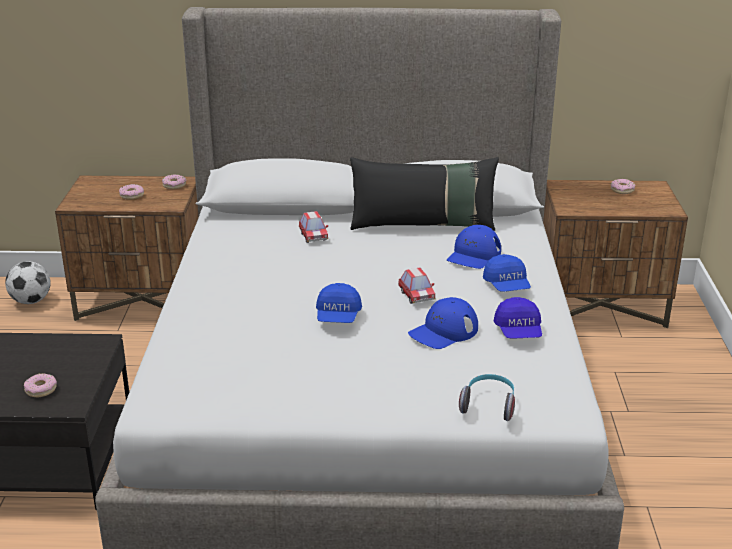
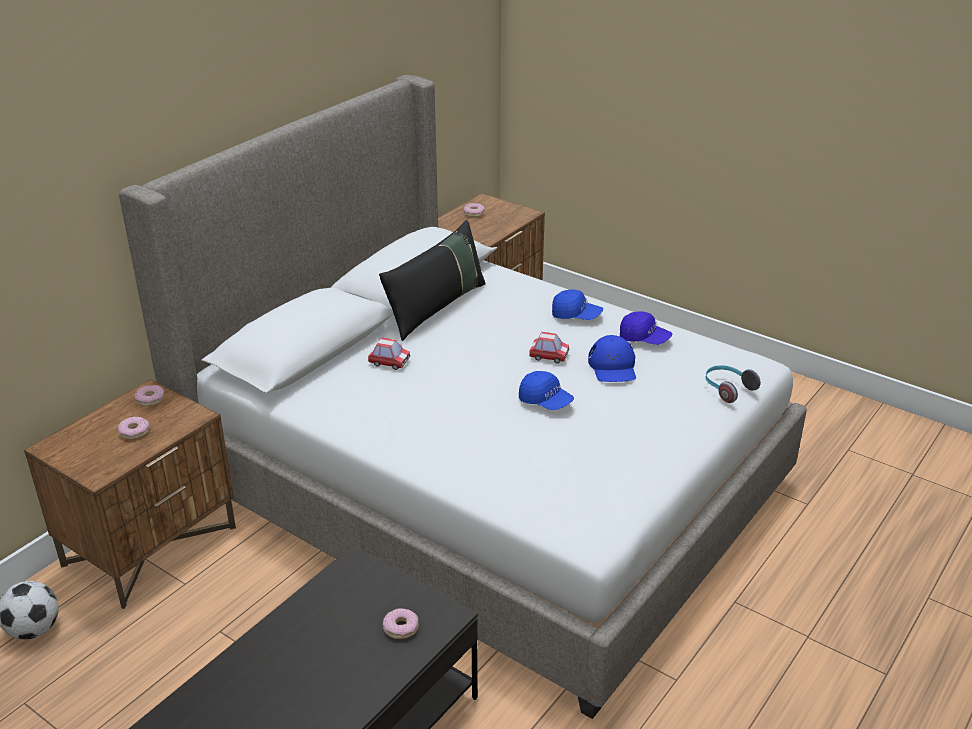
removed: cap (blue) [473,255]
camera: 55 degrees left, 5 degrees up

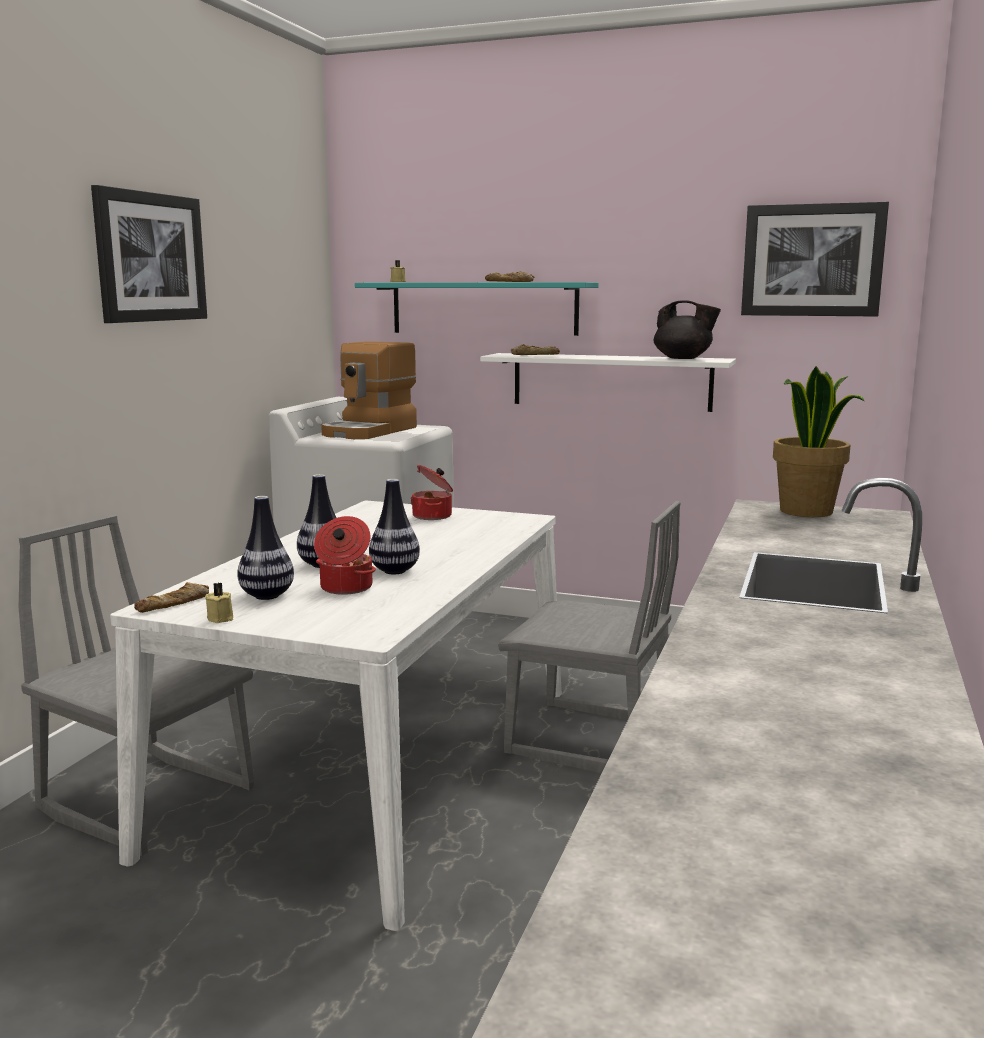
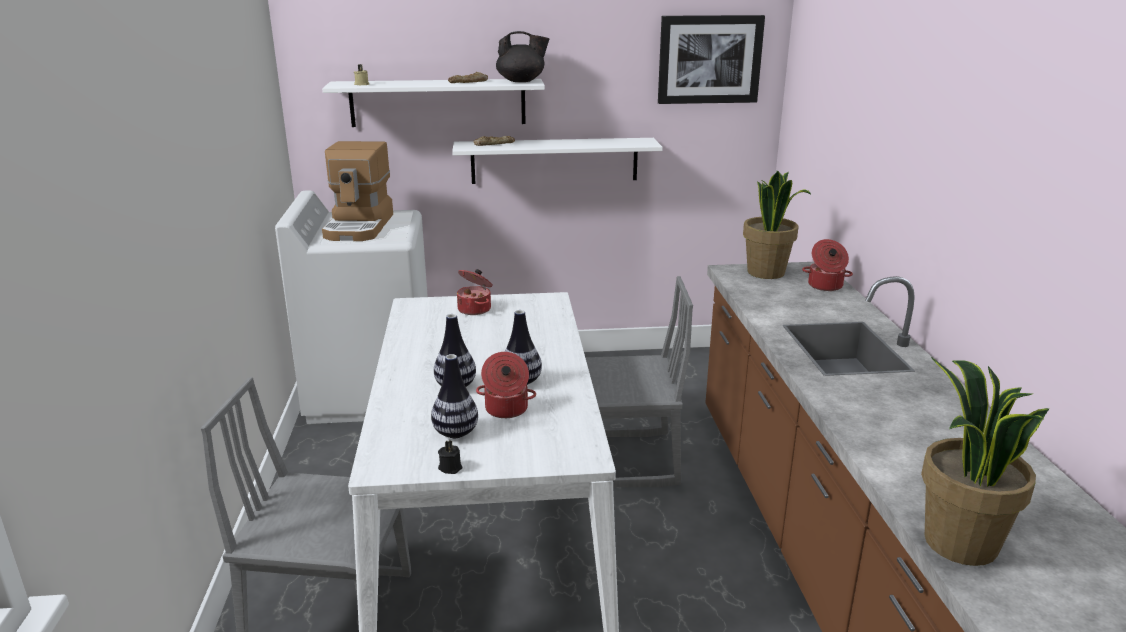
removed: picture [150,257]; bread [174,604]
added: cooking pot [825,286]; potted plant [958,543]
moved: teapot (black) [683,358] to [521,81]
recoloured: shelf (turquoise) [483,308] to shelf (white) [438,102]; candle (beige) [221,618] to candle (black) [450,467]
camera: 25 degrees left, 10 degrees up

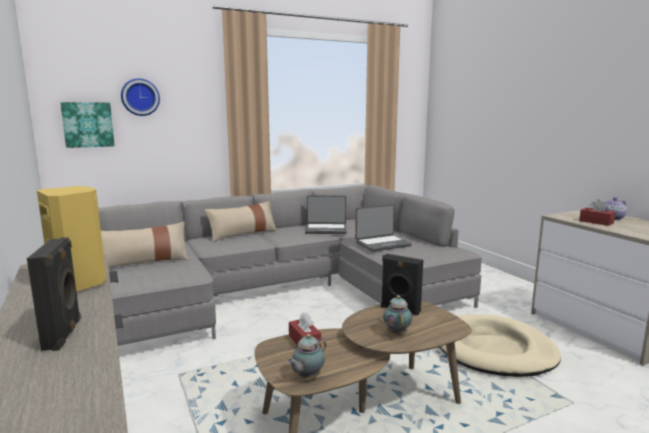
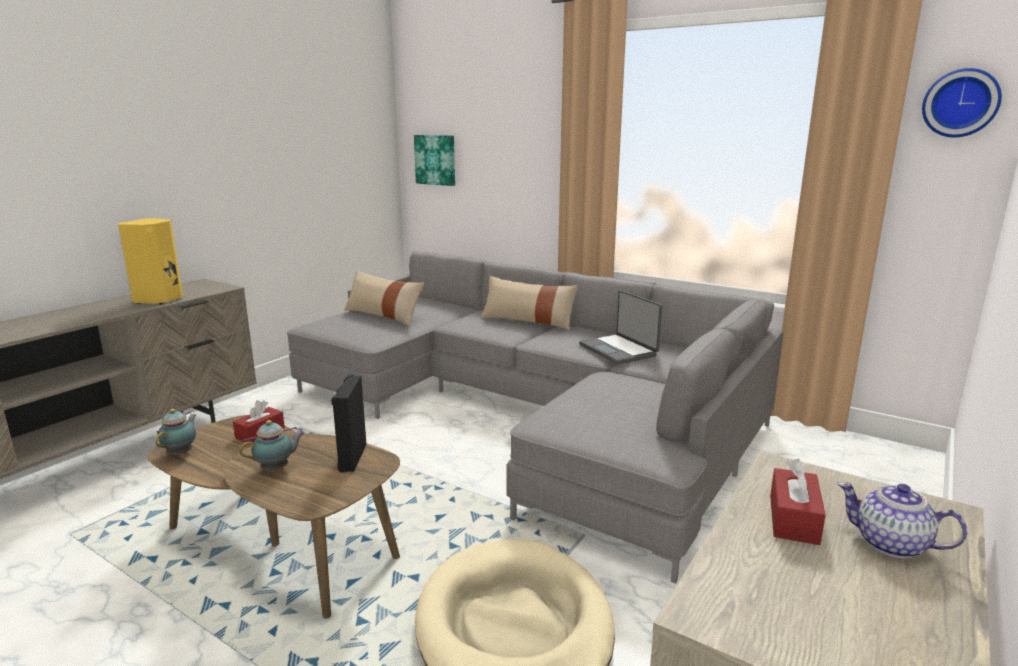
removed: laptop [382,244]; speaker (black) [64,334]
moved: wall clock [140,97] to [960,103]
turned: teapot [307,377] = [181,453] 90 degrees clockwise
camera: 60 degrees right, 5 degrees up

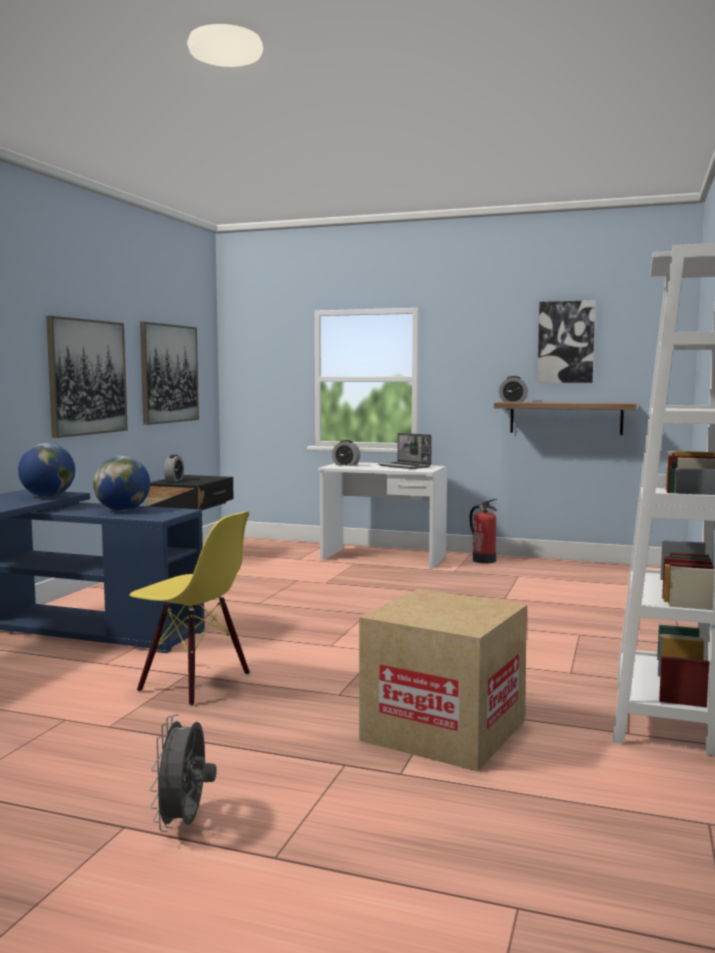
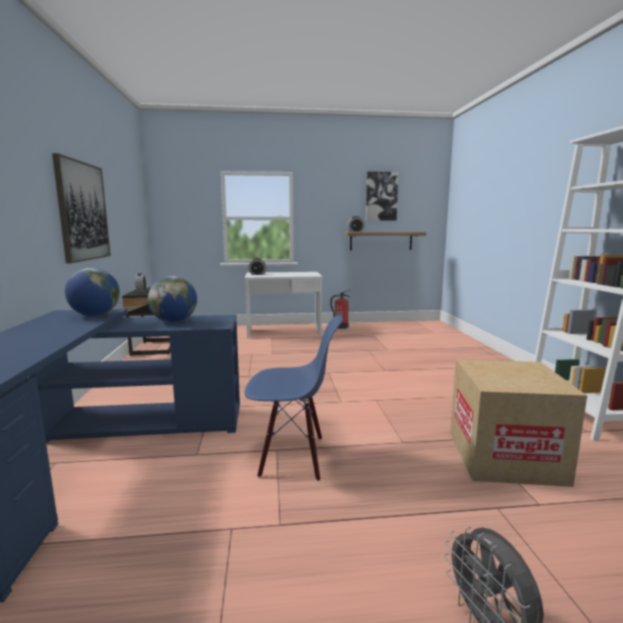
removed: picture [169,373]; laptop [405,466]
recoloured: chair (yellow) [194,683] to chair (blue) [292,457]
camera: 25 degrees left, 5 degrees up

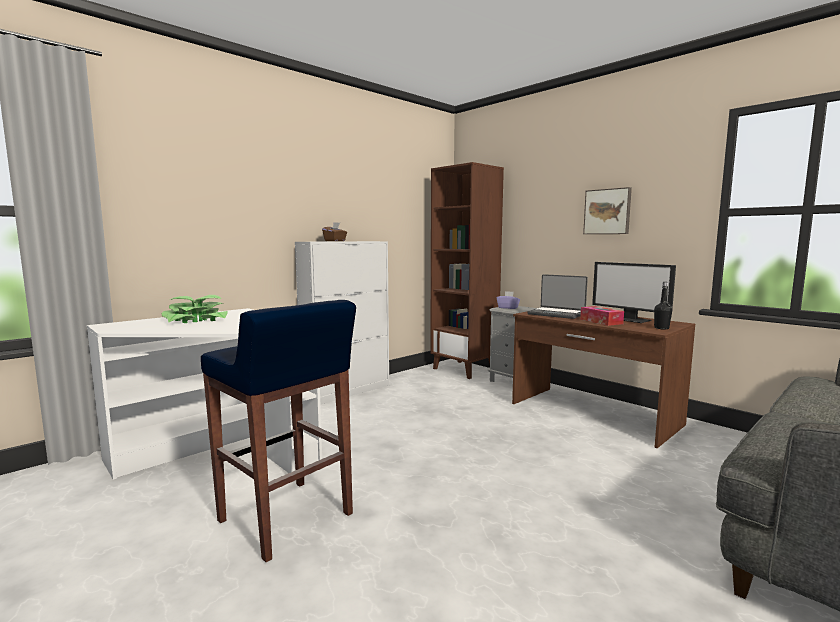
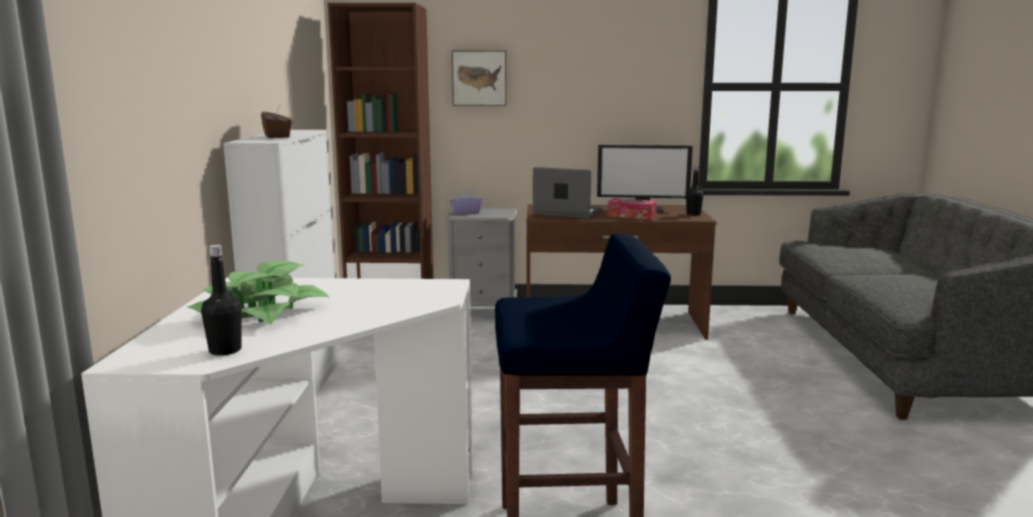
added: bottle (black) [225,350]
moved: picture [607,211] to [479,78]
turned: laptop [556,314] = [567,213] 150 degrees counterclockwise
camera: 45 degrees left, 5 degrees up

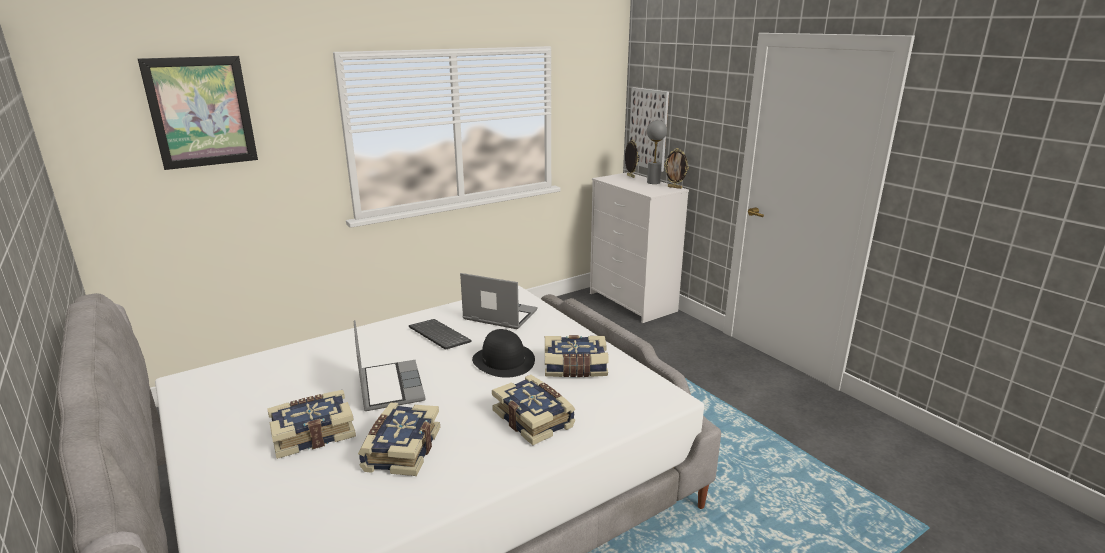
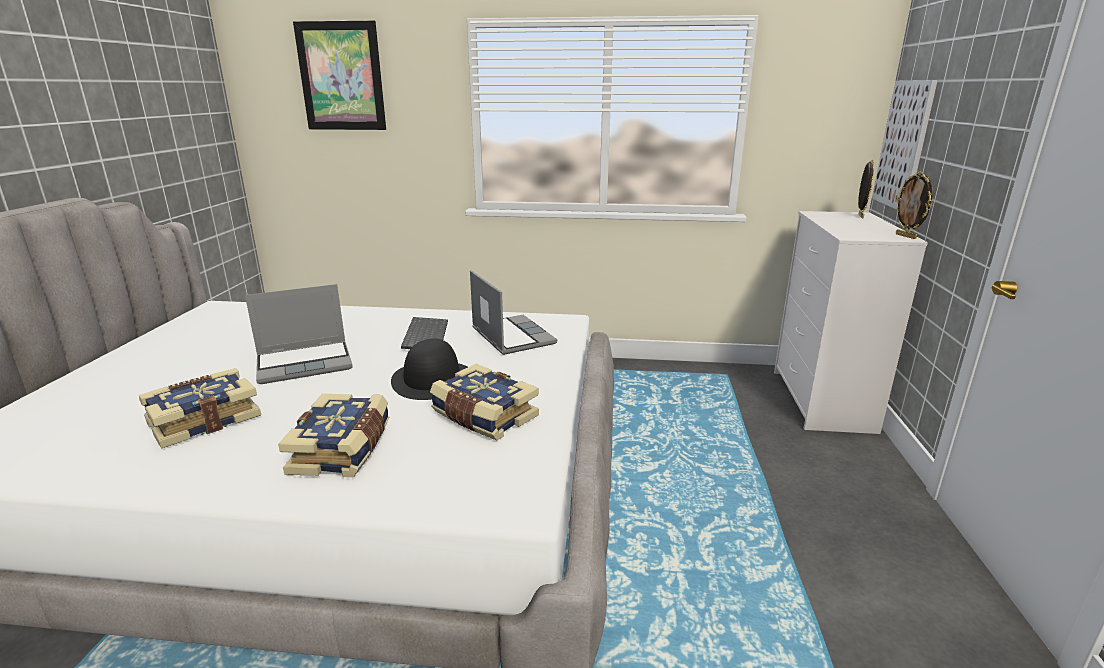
removed: table lamp (grey) [653,182]; book [313,433]
turned: laptop [389,386] = [306,363] 45 degrees clockwise
camera: 40 degrees right, 0 degrees up

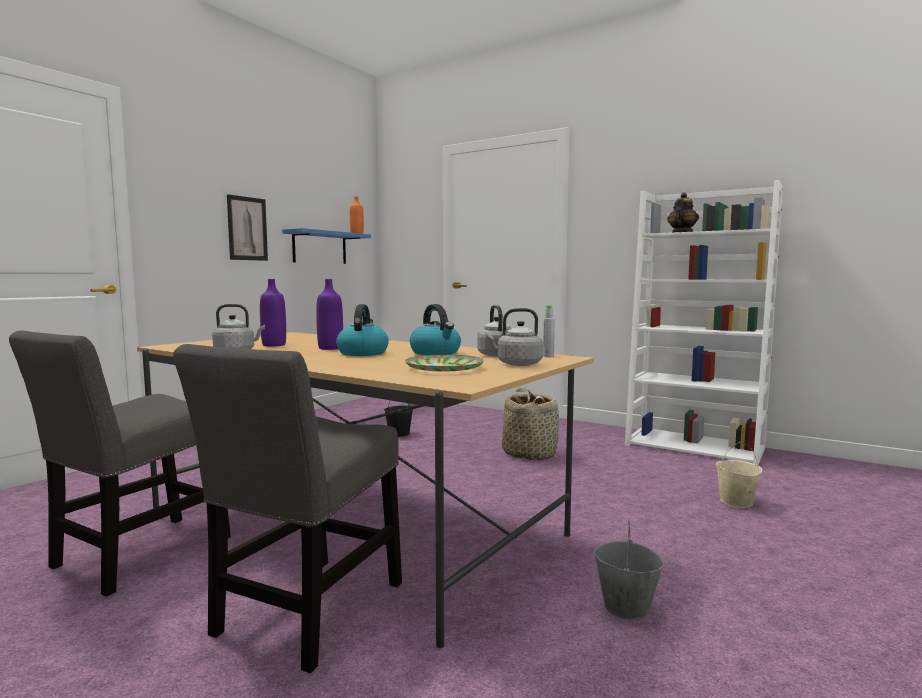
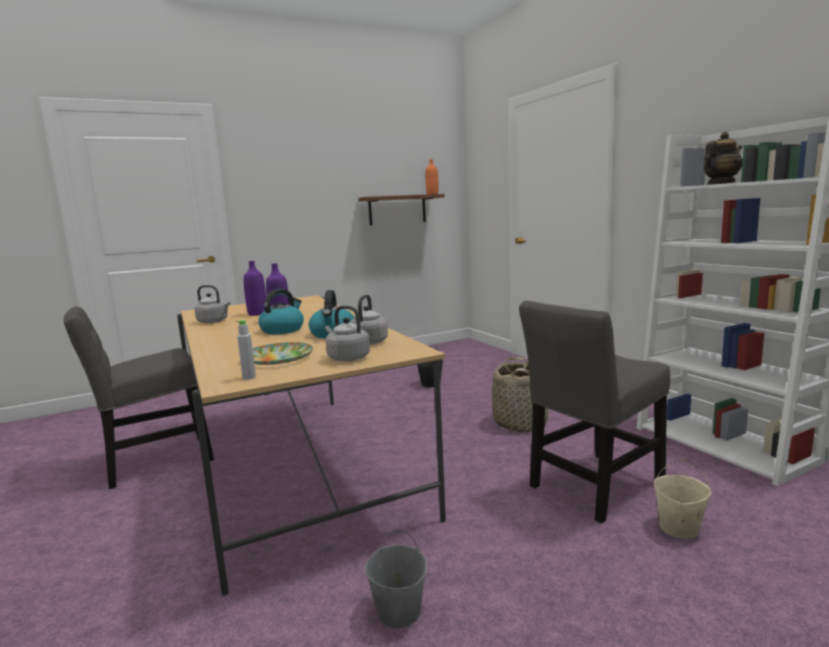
removed: picture [247,228]
moved: bottle (grey) [548,356] to [249,377]; chair (grey) [306,614] to [593,487]
recoloured: shelf (blue) [319,247] to shelf (brown) [397,210]
camera: 30 degrees right, 5 degrees up

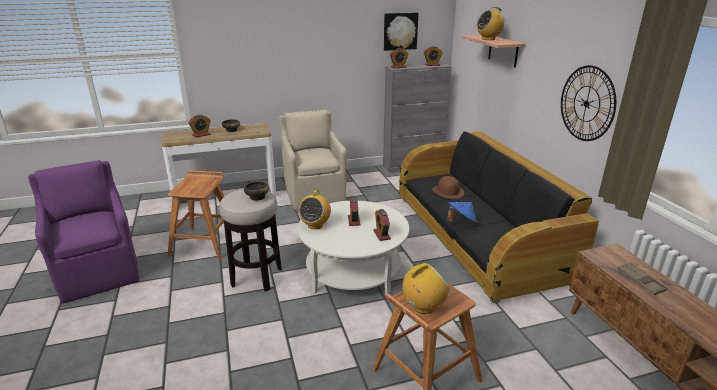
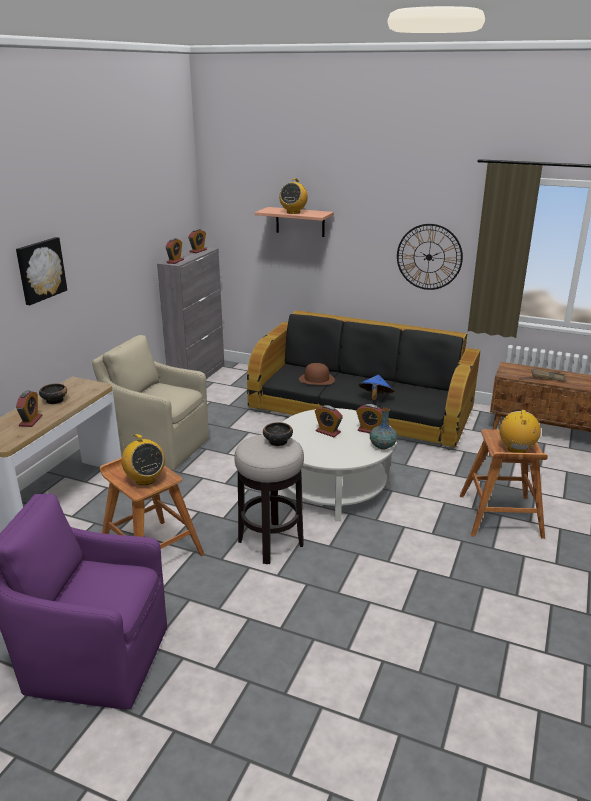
added: vase [382,446]
moved: picture [400,31] to [40,270]; radio [315,225] to [145,479]
camera: 50 degrees left, 0 degrees up

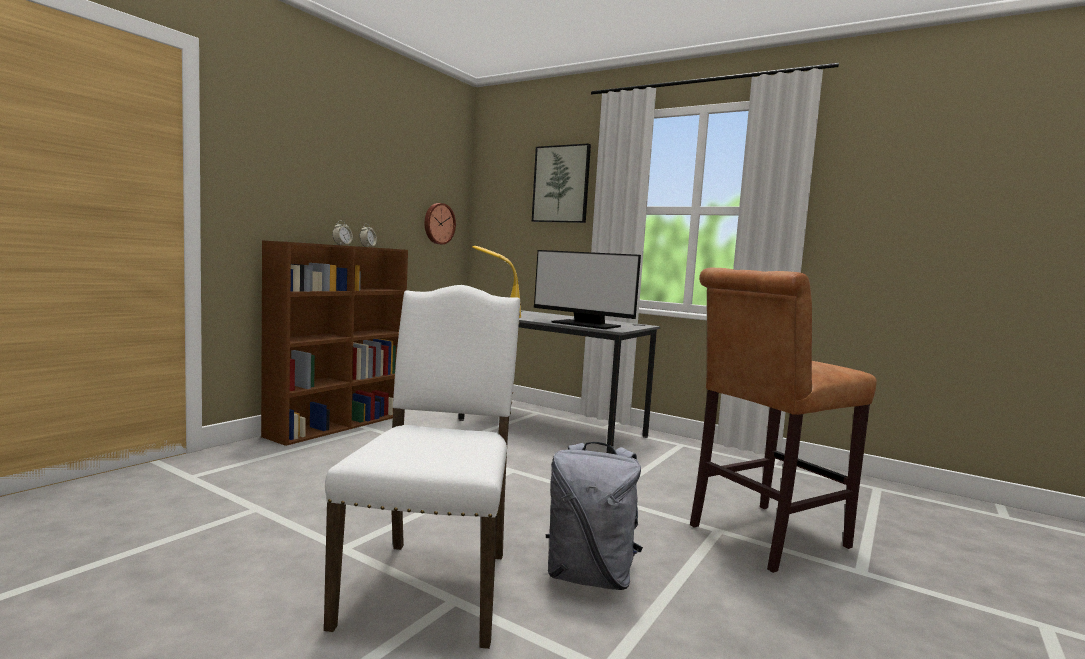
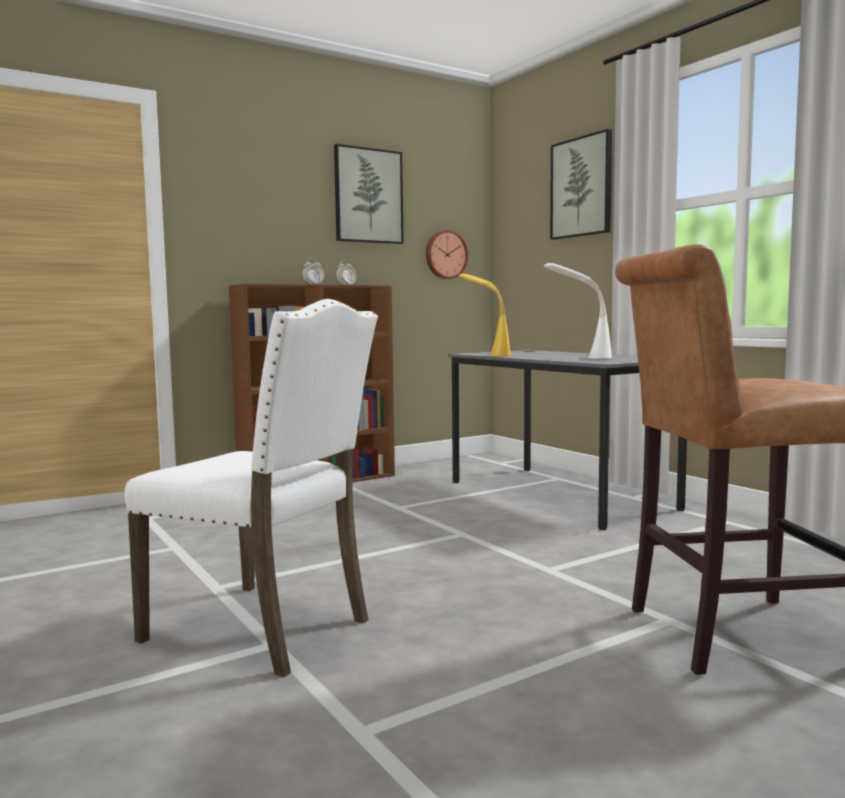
removed: backpack (grey) [590,577]
added: picture [368,196]
replaced: monitor [585,324] to table lamp (white) [578,359]
turned: chair (white) [431,586] = [263,629] 90 degrees clockwise
camera: 25 degrees right, 0 degrees up

